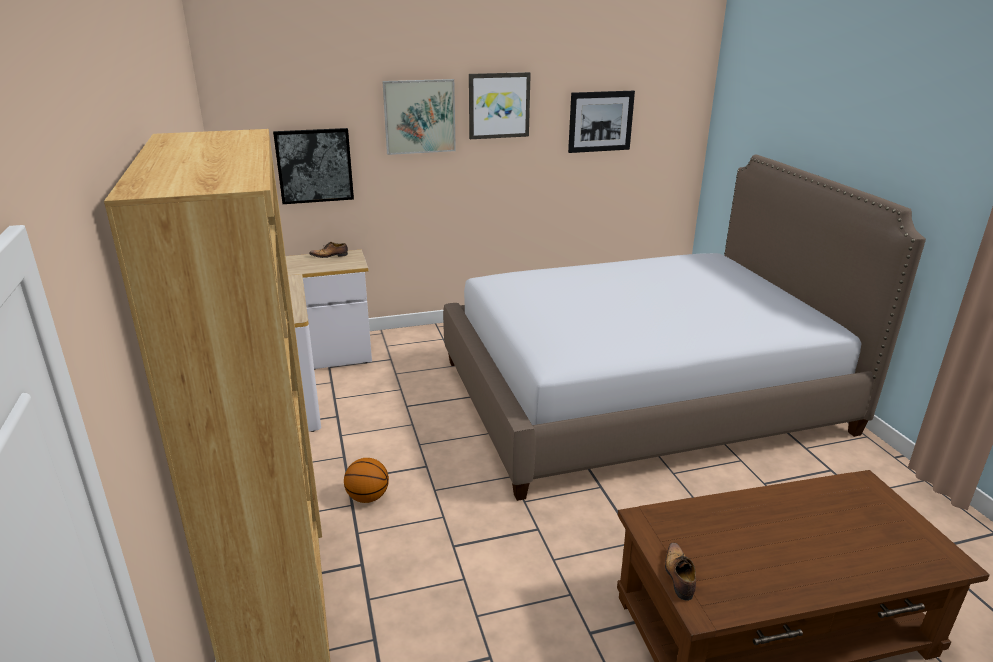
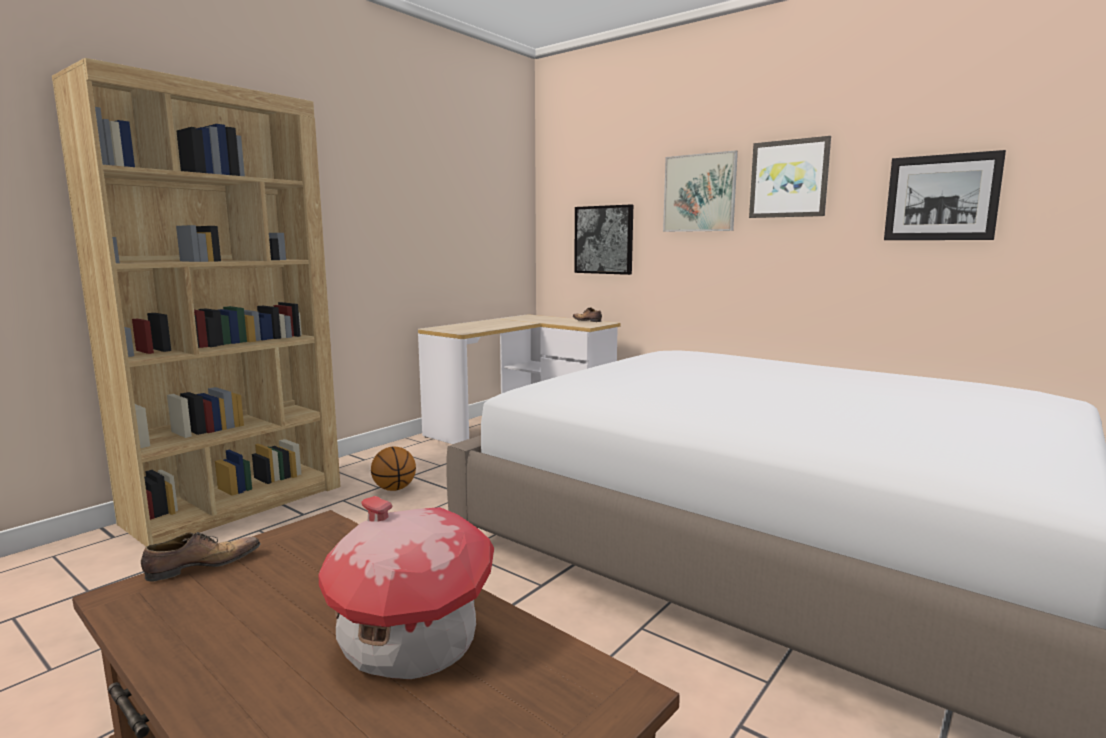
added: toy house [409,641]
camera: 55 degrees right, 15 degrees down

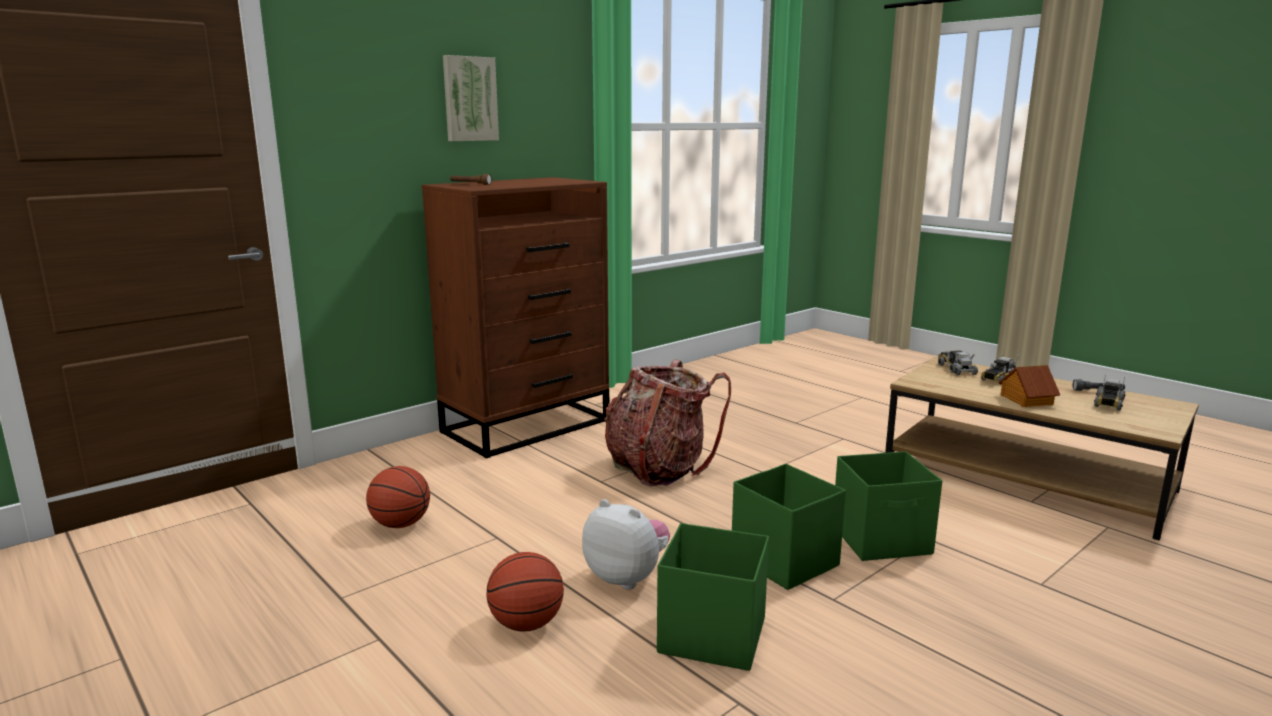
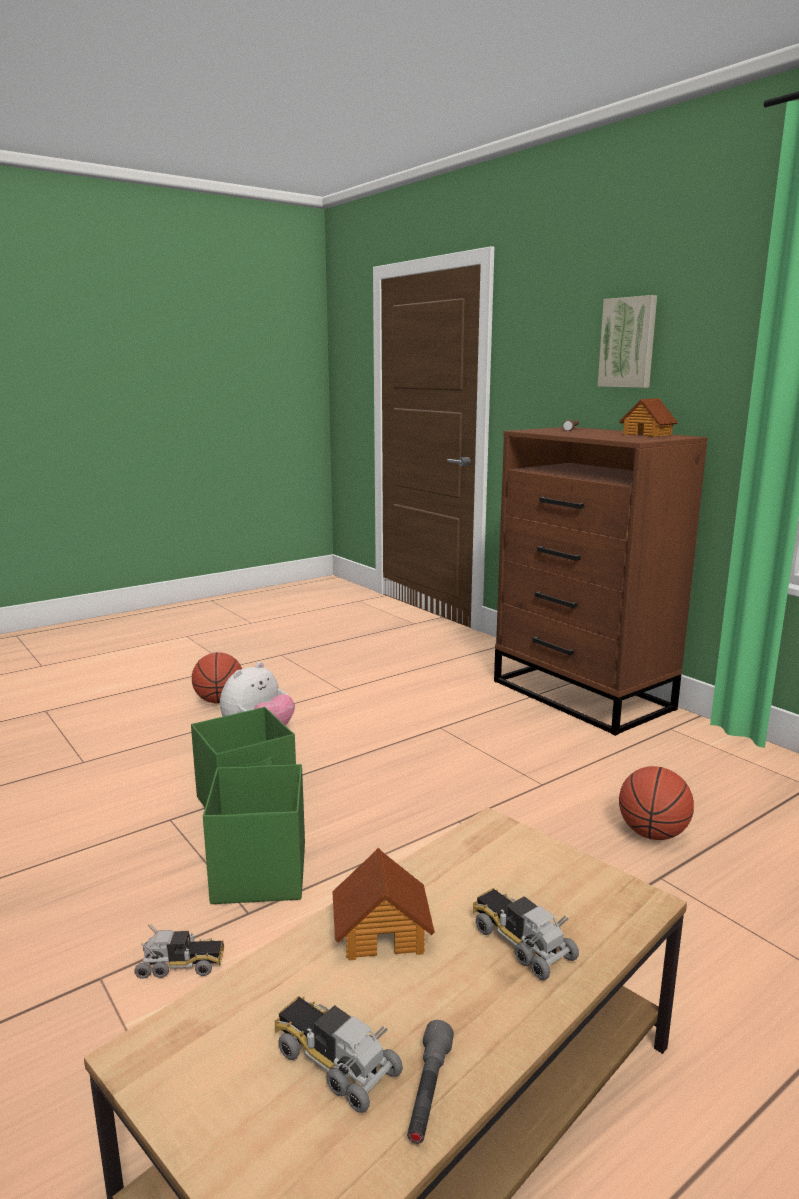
removed: backpack [659,468]; storage box (green) [710,635]
added: toy house [647,434]
moved: toy truck [955,369] to [181,964]; basketball [400,524] to [652,833]
camera: 95 degrees right, 0 degrees up

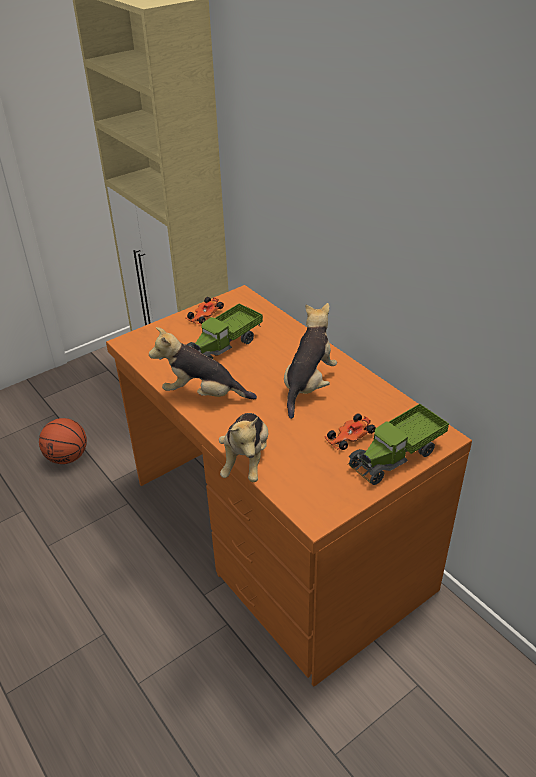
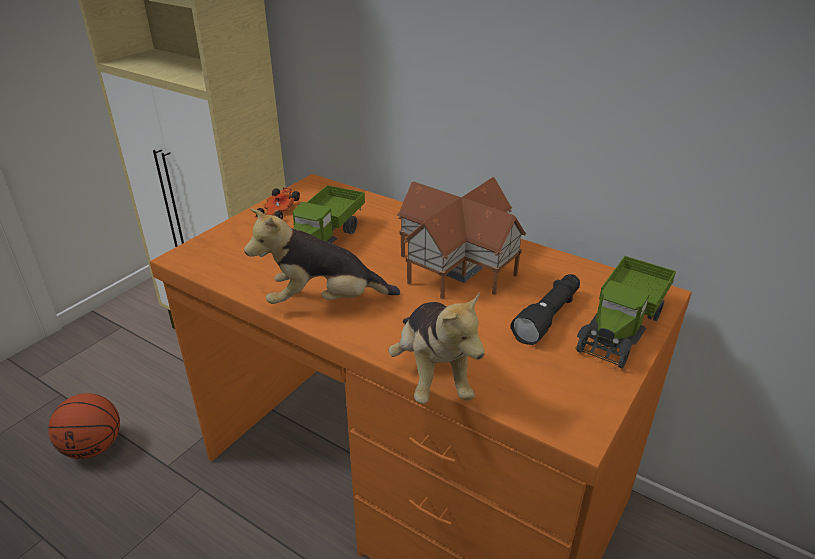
replaced: plush toy [308,385] to toy house [458,267]; toy car [349,437] to flashlight (black) [548,316]
camera: 20 degrees left, 5 degrees down

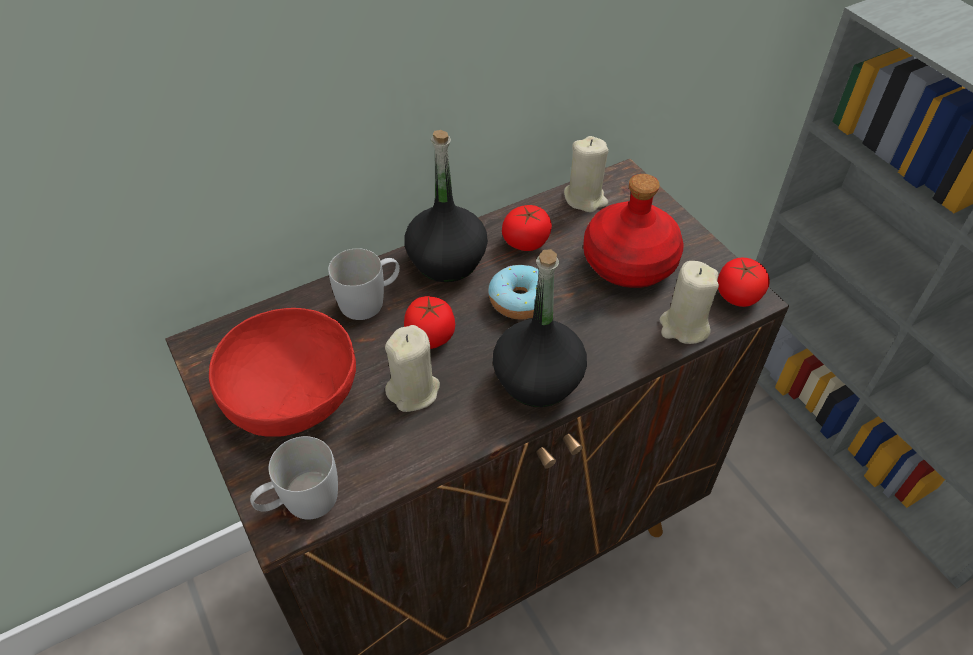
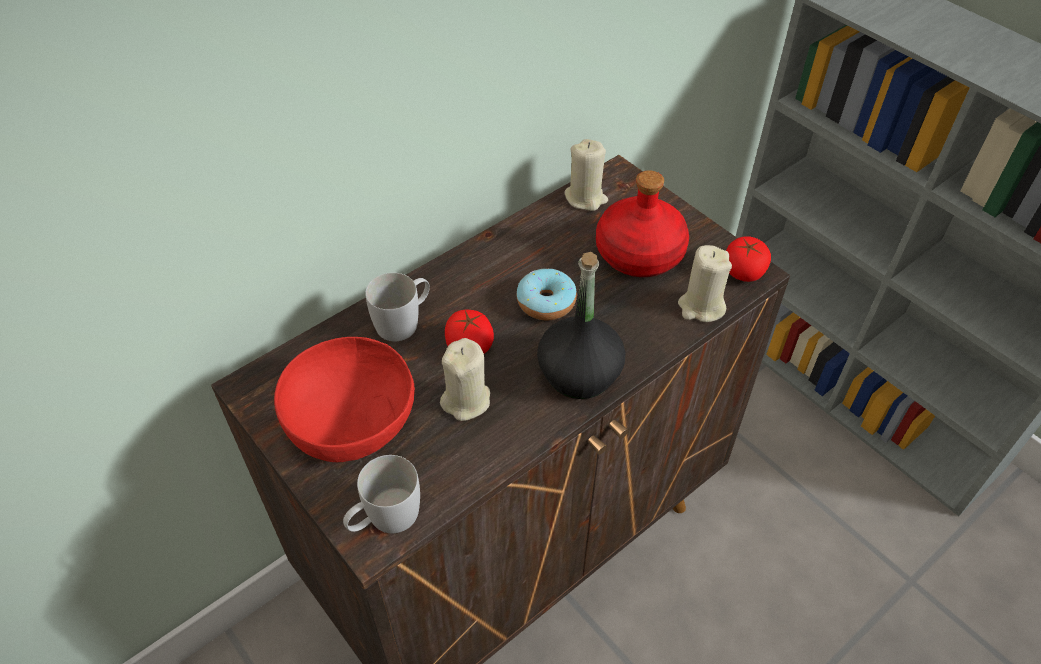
removed: bottle (black) [447,261]; tomato [526,241]
camera: 10 degrees left, 0 degrees up

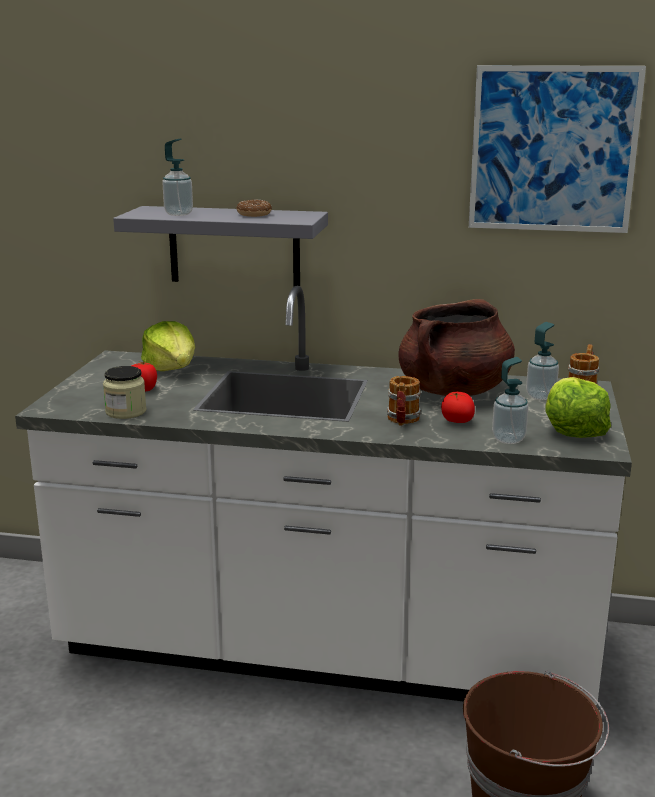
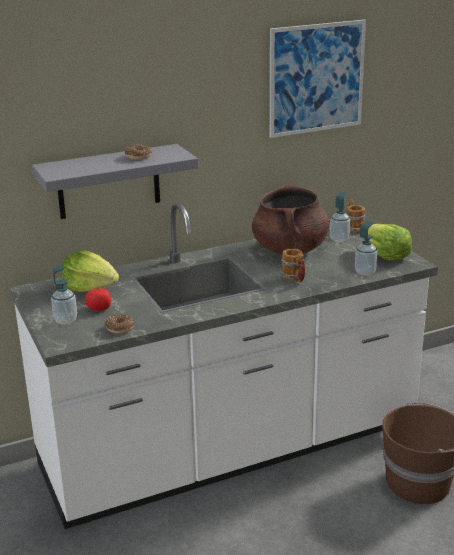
removed: tomato [457,421]
moved: soap dispenser [178,214] to [65,320]
replaced: jar [126,412] to donut [120,328]
camera: 35 degrees left, 5 degrees up

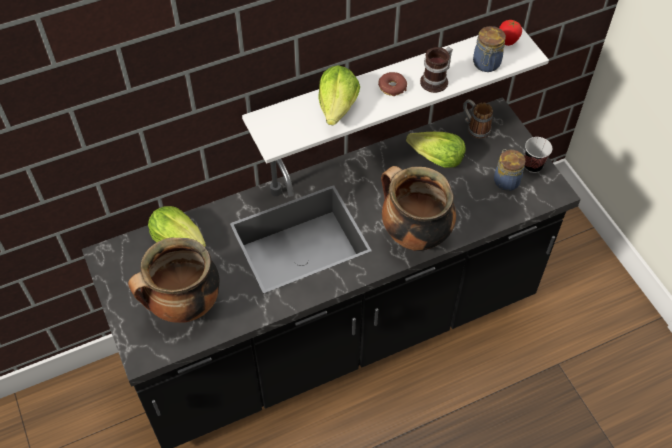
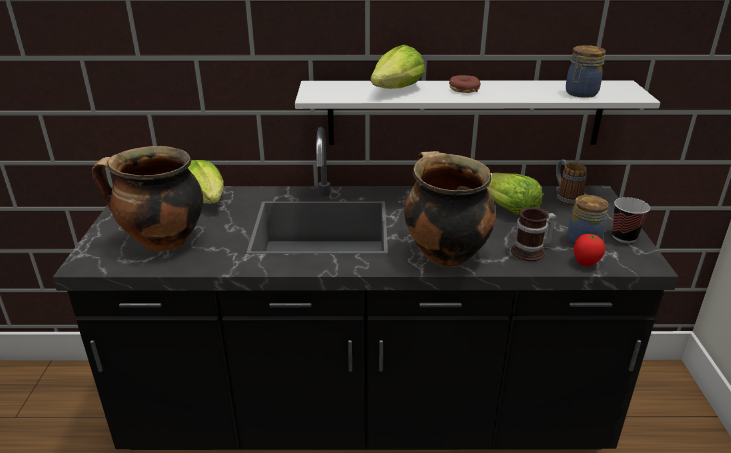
moved: tomato [507,42] to [585,263]; mug [437,81] to [532,252]
camera: 25 degrees right, 25 degrees down

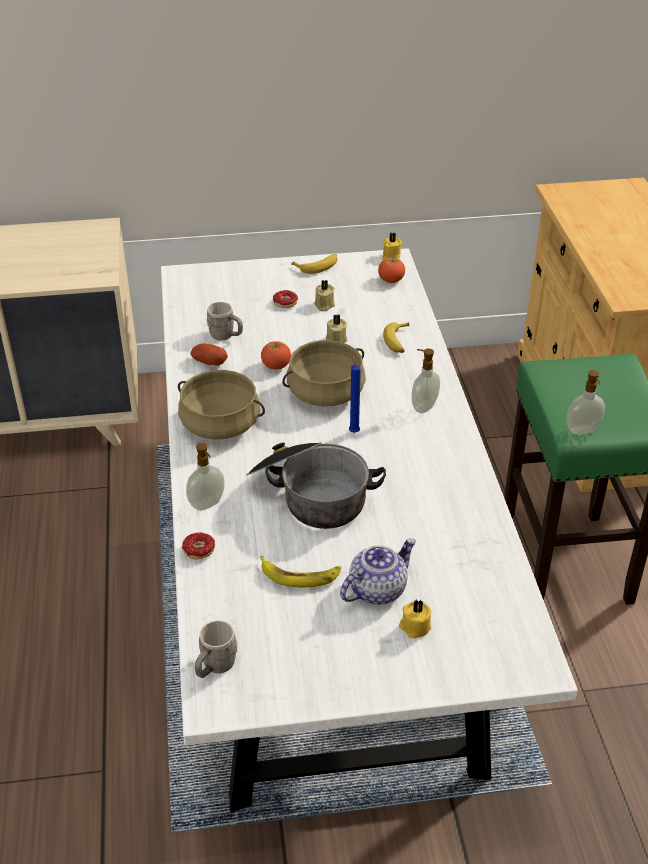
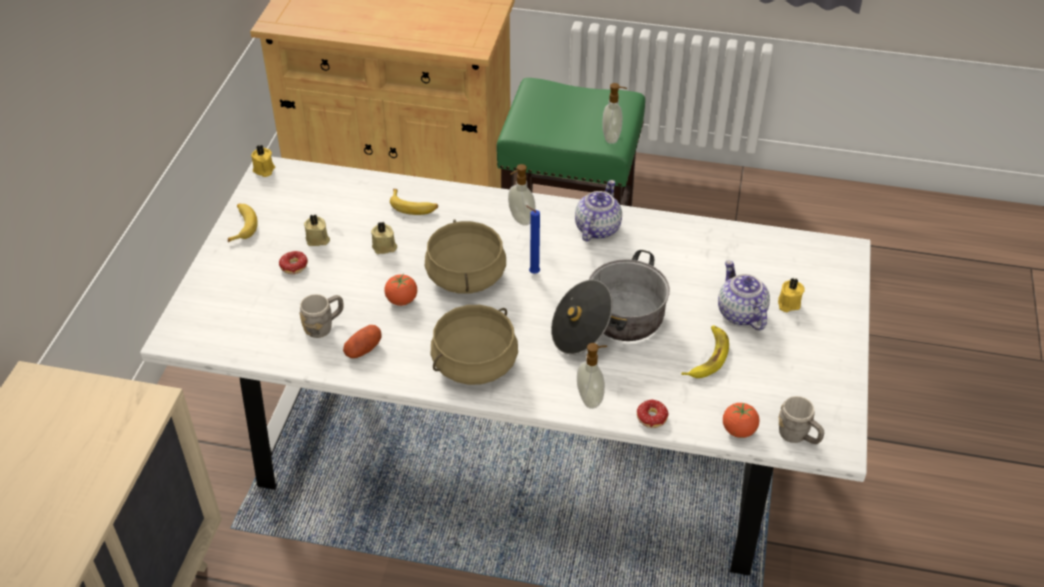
added: teapot [597,228]
moved: tomato [391,280] to [738,430]
camera: 70 degrees left, 5 degrees up

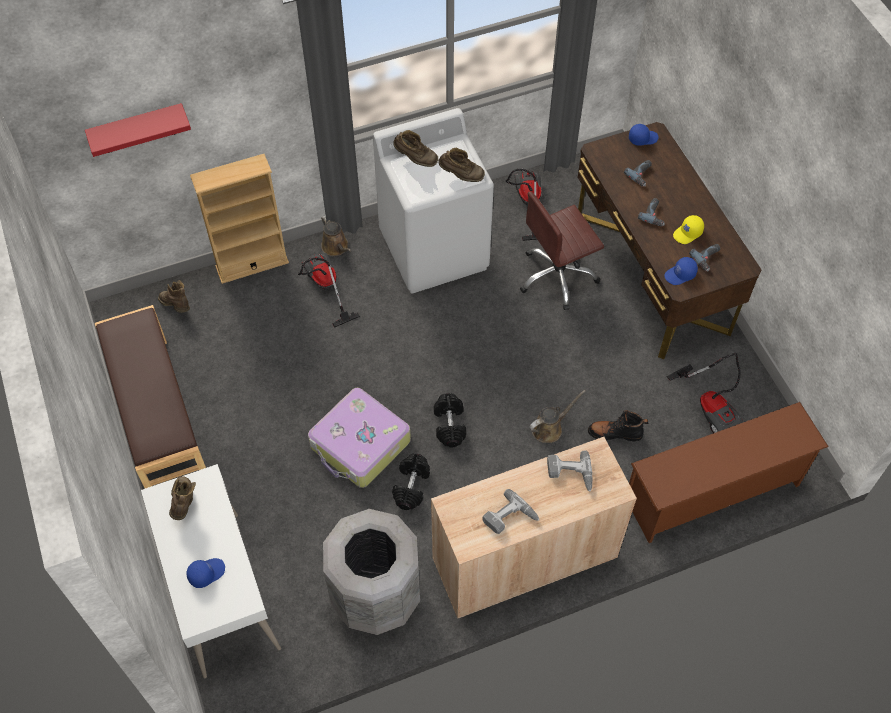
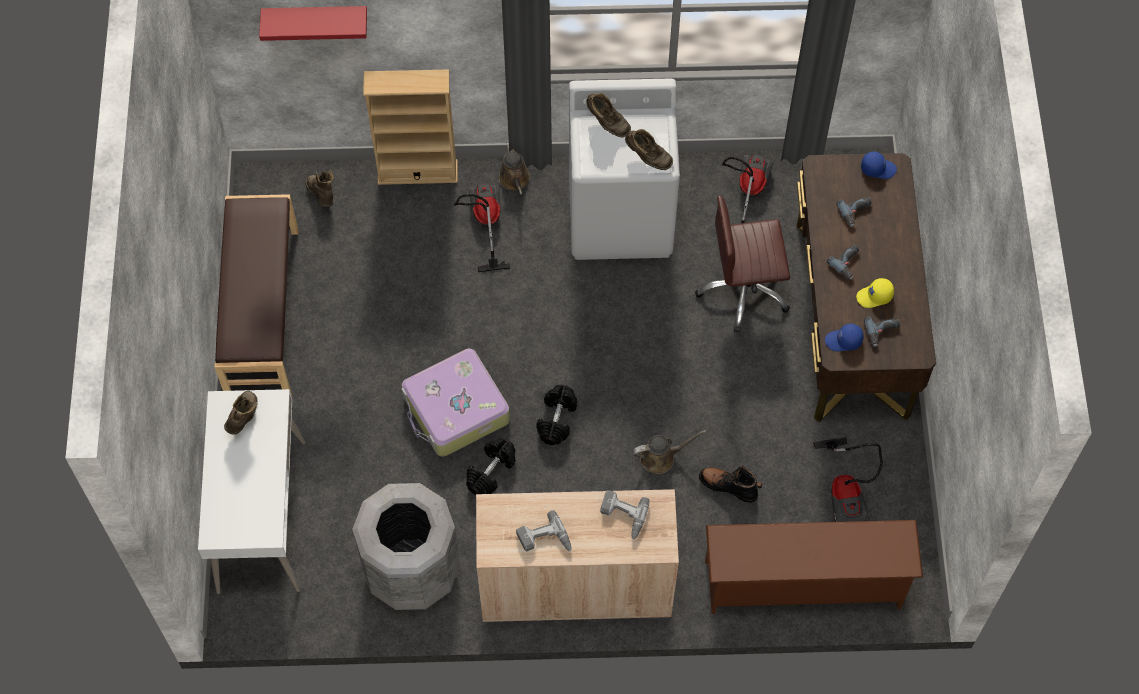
removed: cap (blue) [206,573]
camera: 20 degrees right, 5 degrees up

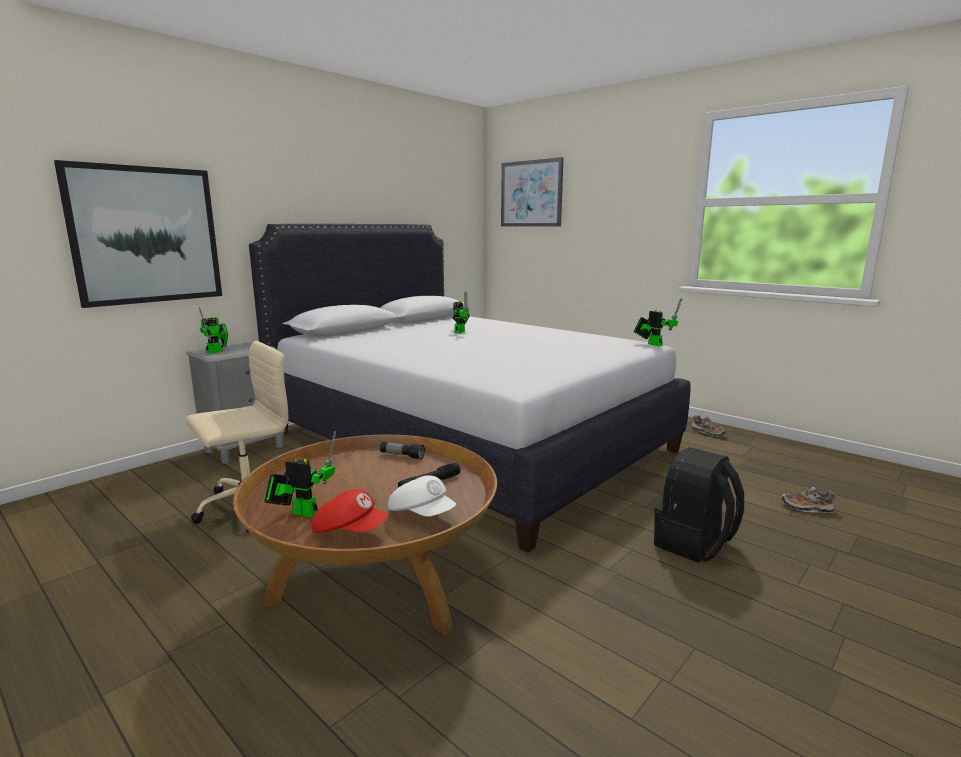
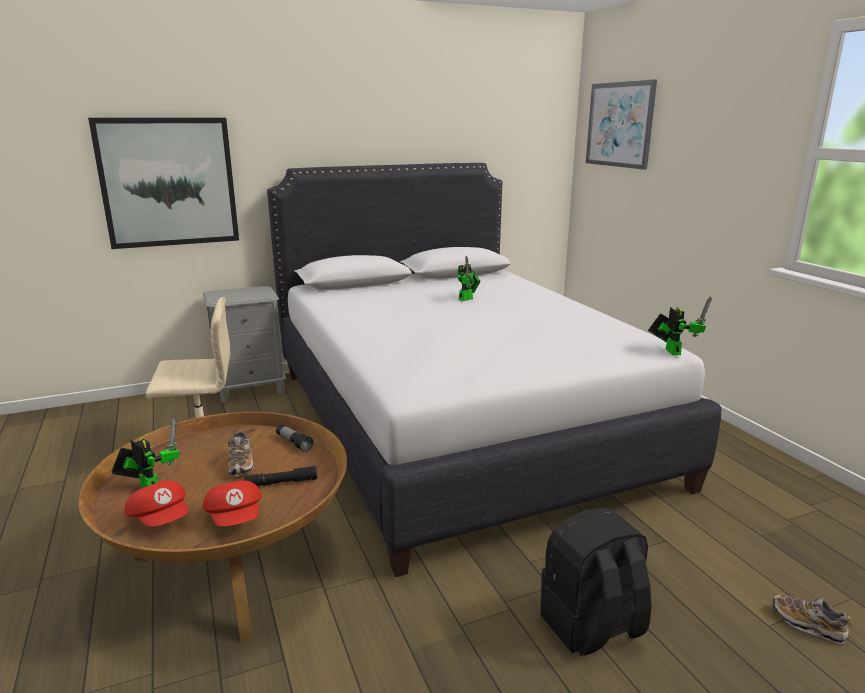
removed: toy robot [217,351]
moved: shoe [708,432] to [241,464]
recoloured: cap (white) [422,514] to cap (red) [236,518]
camera: 25 degrees right, 5 degrees up

